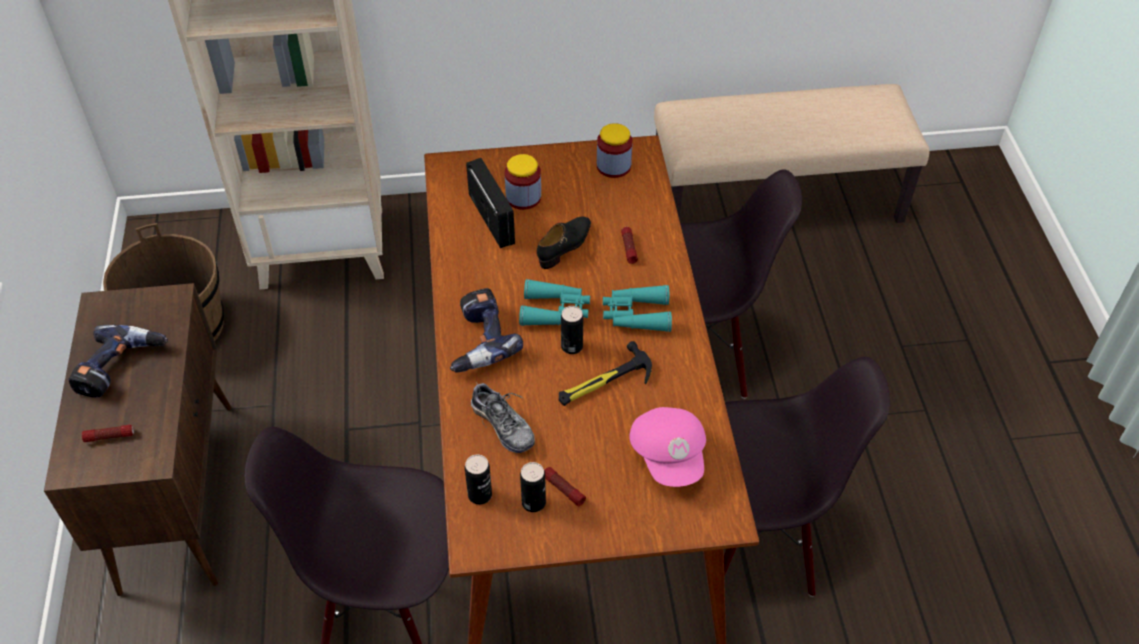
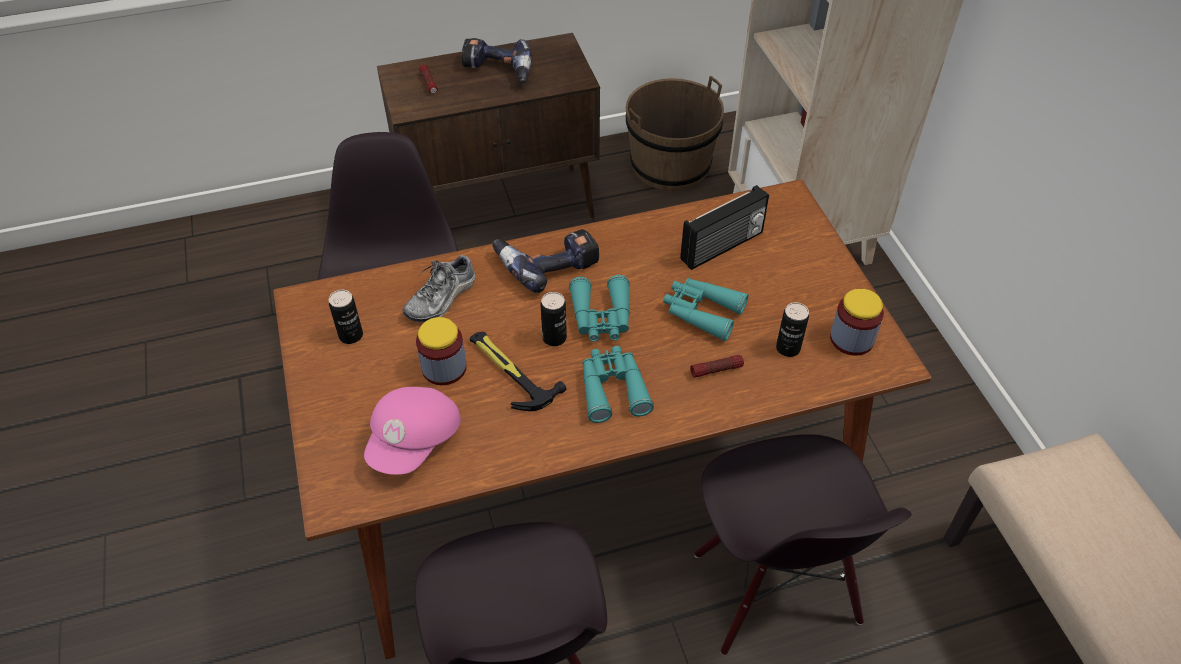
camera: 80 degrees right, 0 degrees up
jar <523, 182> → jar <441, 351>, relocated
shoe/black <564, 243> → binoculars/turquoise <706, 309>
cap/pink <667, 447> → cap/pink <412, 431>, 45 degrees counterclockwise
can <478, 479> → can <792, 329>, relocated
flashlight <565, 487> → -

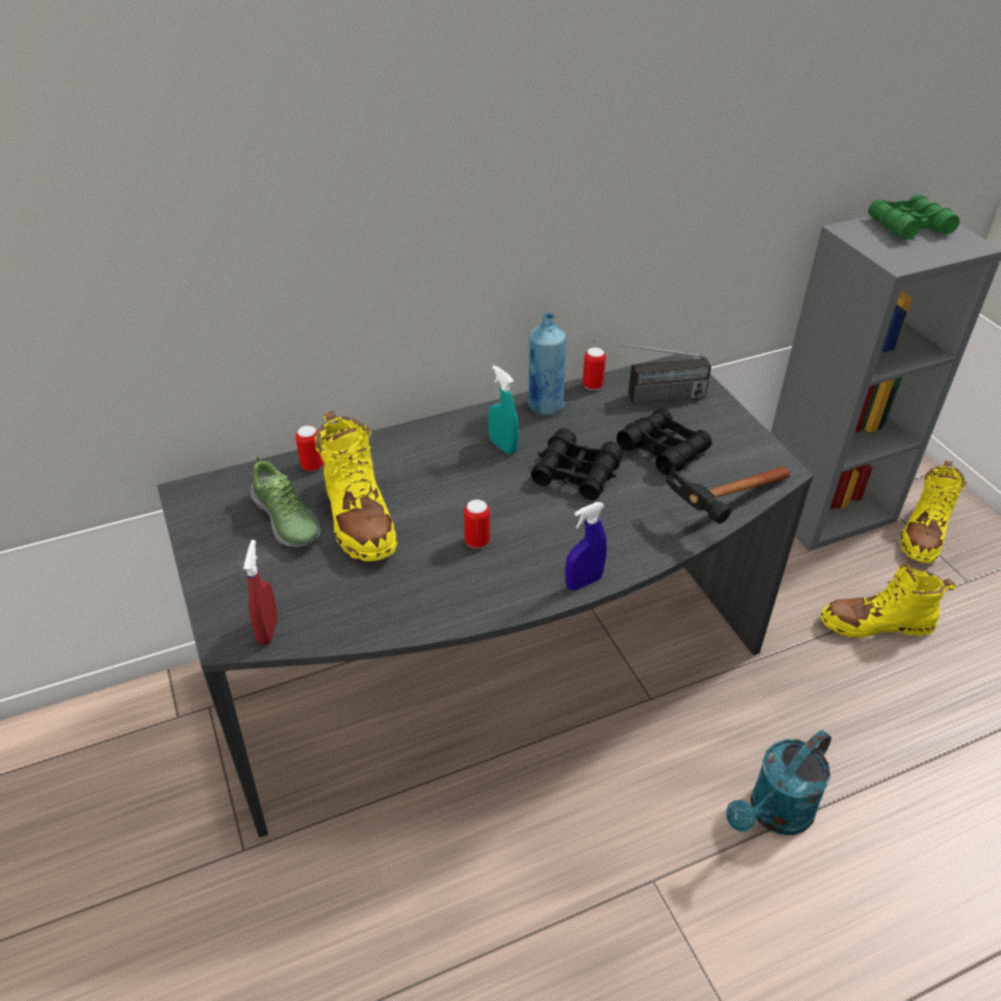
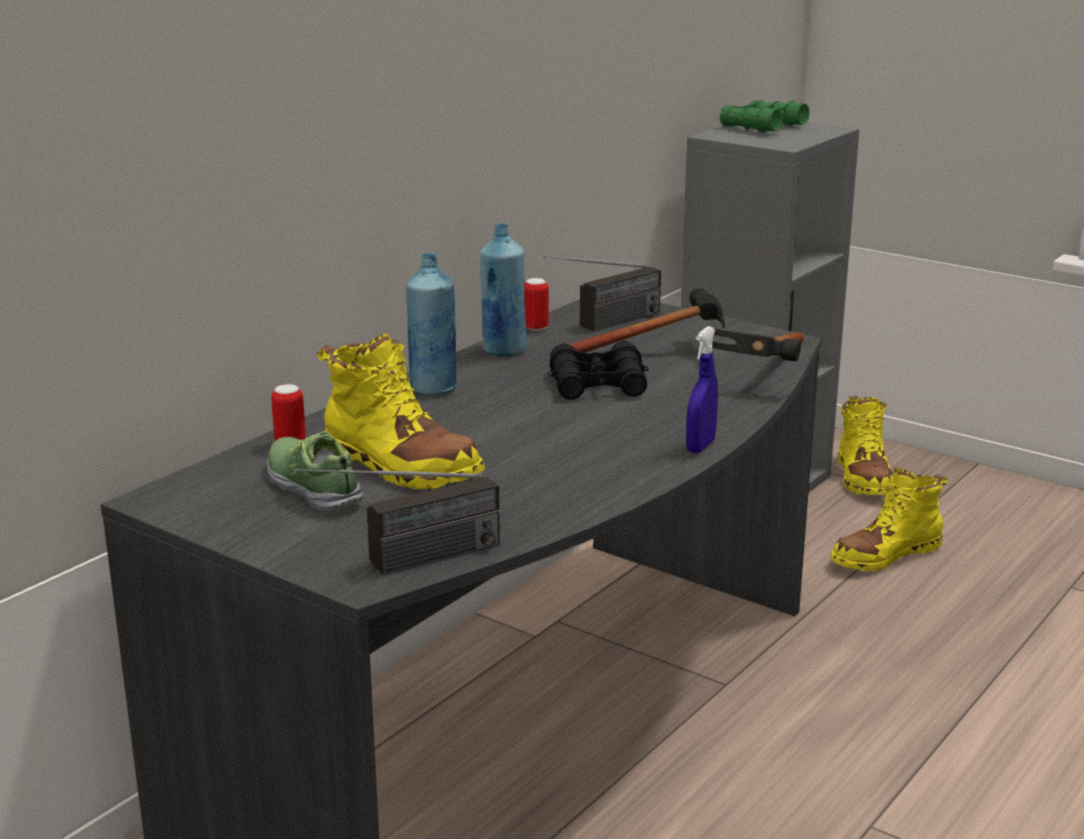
camera: 30 degrees left, 20 degrees down
spray bottle/turquoise <503, 409> → -
binoculars/black <664, 441> → hammer <647, 320>
shoe <285, 501> → shoe <315, 472>, 150 degrees counterclockwise
can <477, 523> → -
spray bottle/red <260, 592> → radio <397, 521>
watering can/turquoise <778, 782> → -
- → bottle/blue <431, 324>

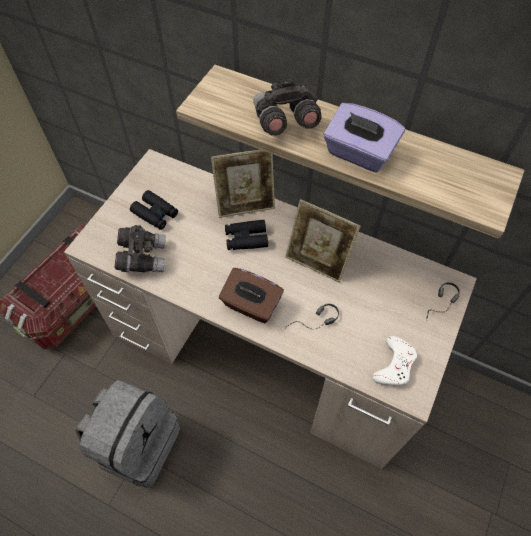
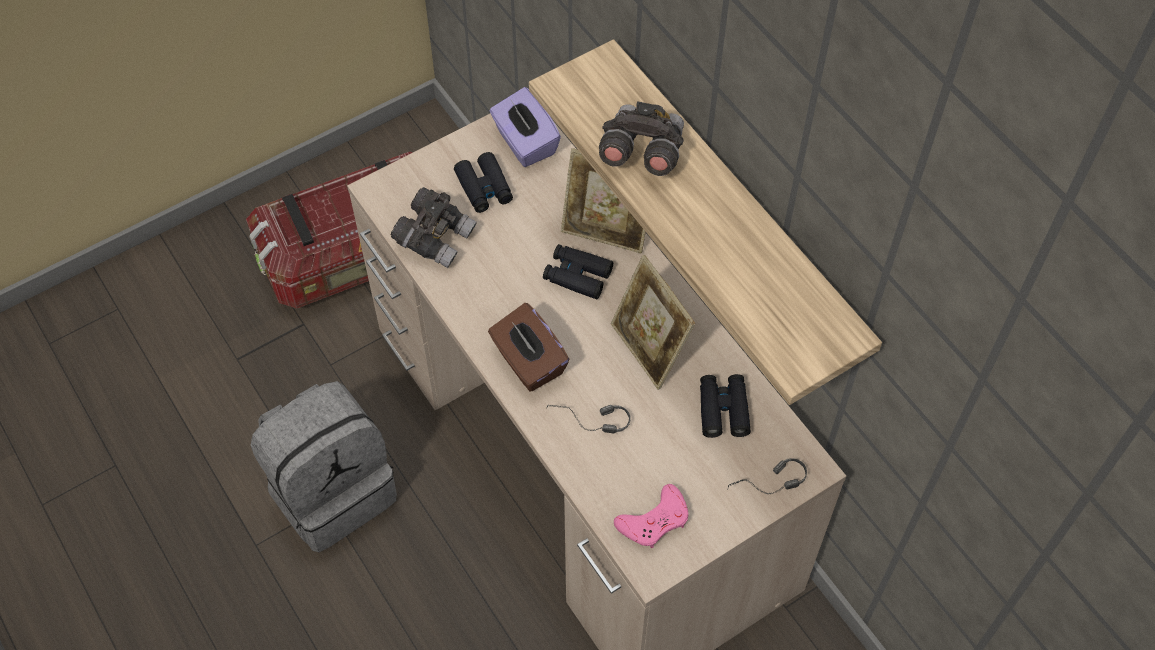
camera: 30 degrees right, 0 degrees up
tissue box/purple <364, 138> → tissue box/purple <525, 127>, relocated
game controller/white <394, 360> → game controller/pink <651, 516>
- → binoculars/black <725, 406>

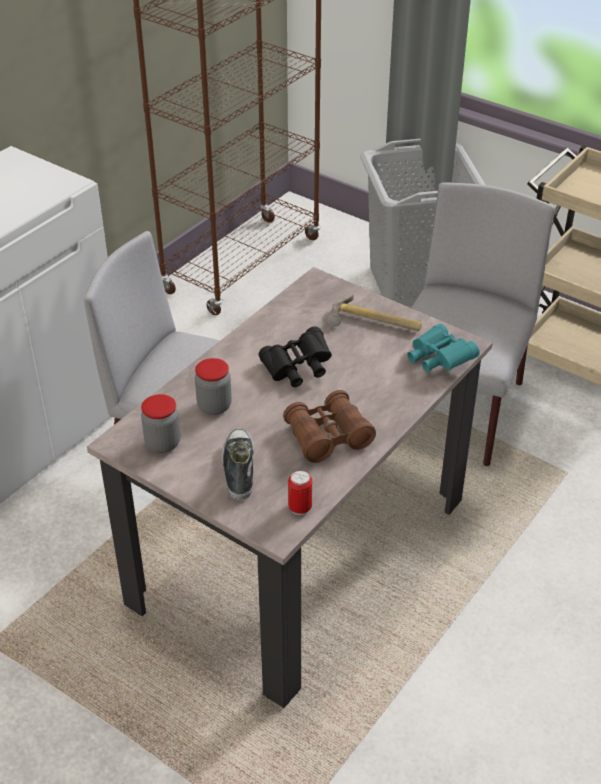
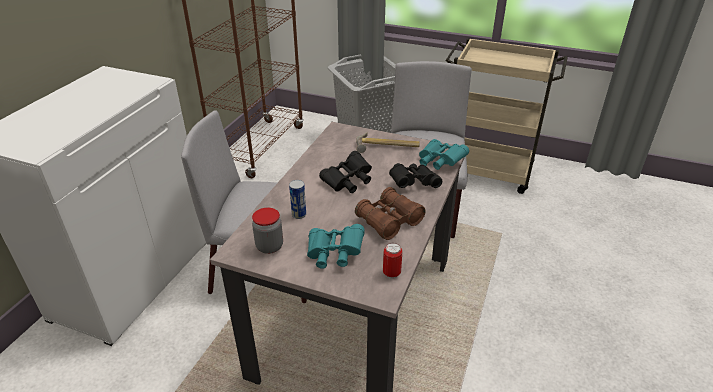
camera: 15 degrees left, 5 degrees down
jar <213, 386> → can <297, 199>
shoe <238, 464> → binoculars/turquoise <336, 246>
- → binoculars/black <415, 175>

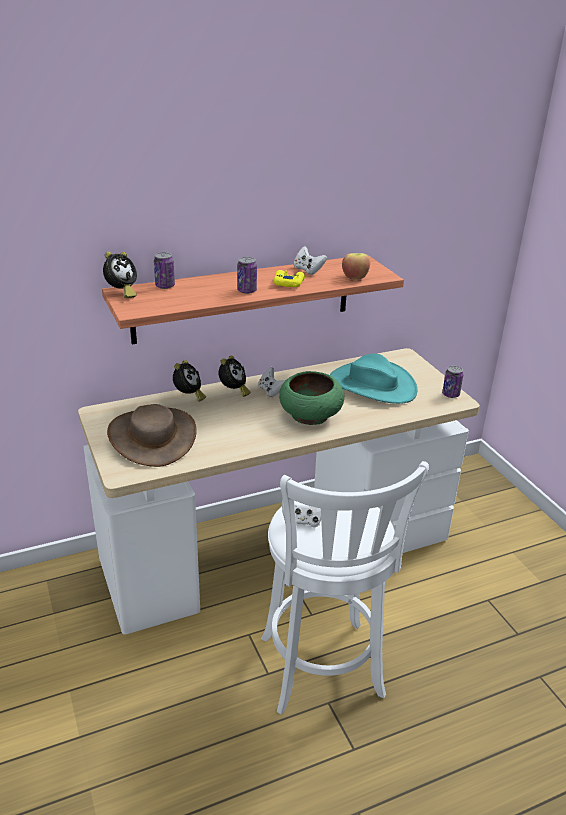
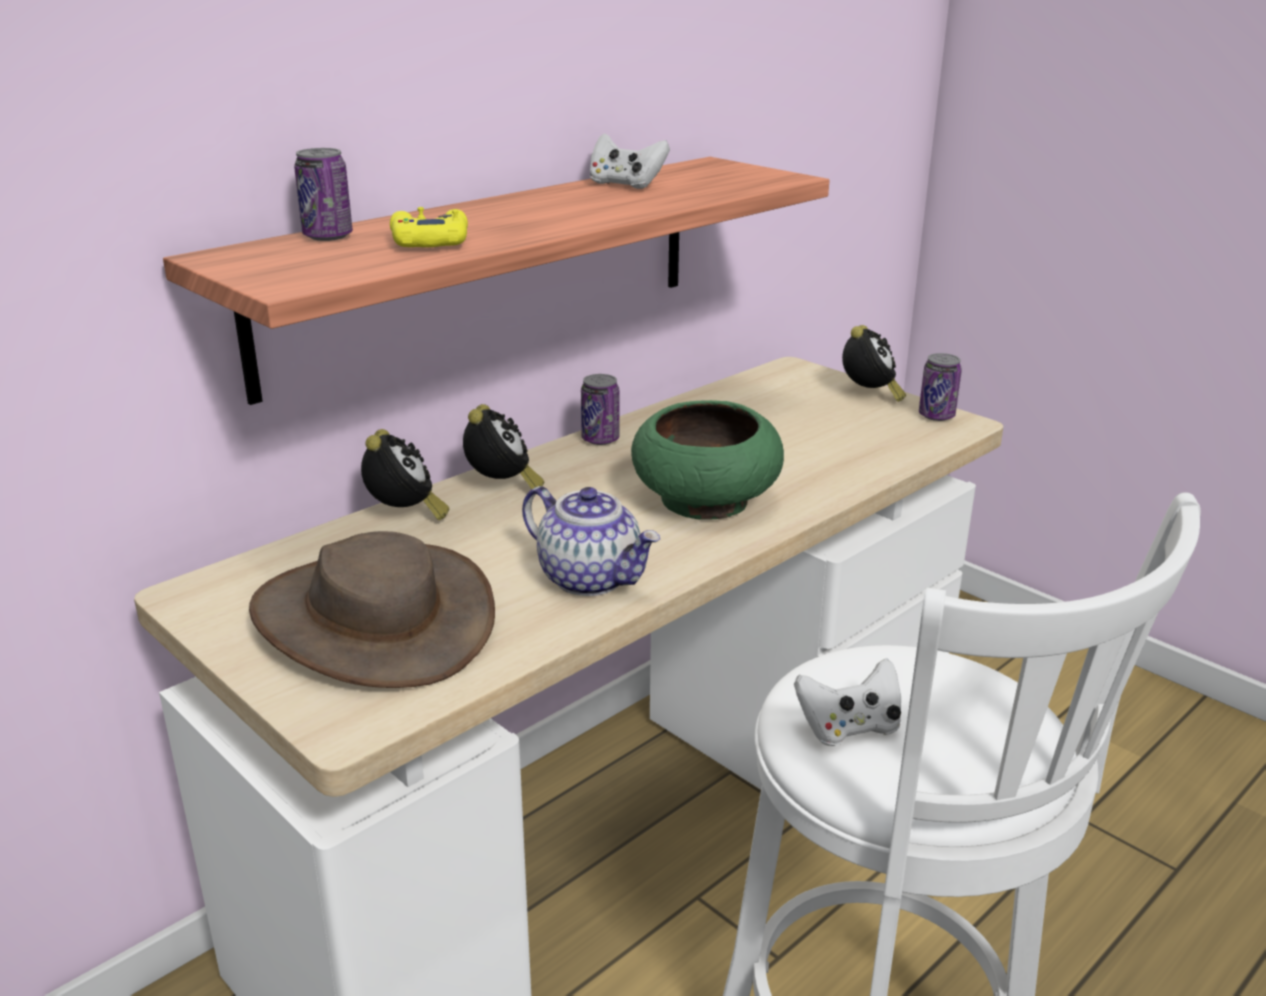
camera: 20 degrees left, 5 degrees down
alarm clock <120, 275> → alarm clock <874, 363>, relocated
apple <356, 266> → -
can <247, 275> → can <600, 409>, relocated
game controller/yellow <289, 278> → game controller/yellow <429, 227>, relocated
hat/turquoise <373, 379> → -
game controller/white <271, 382> → -
- → teapot <591, 541>

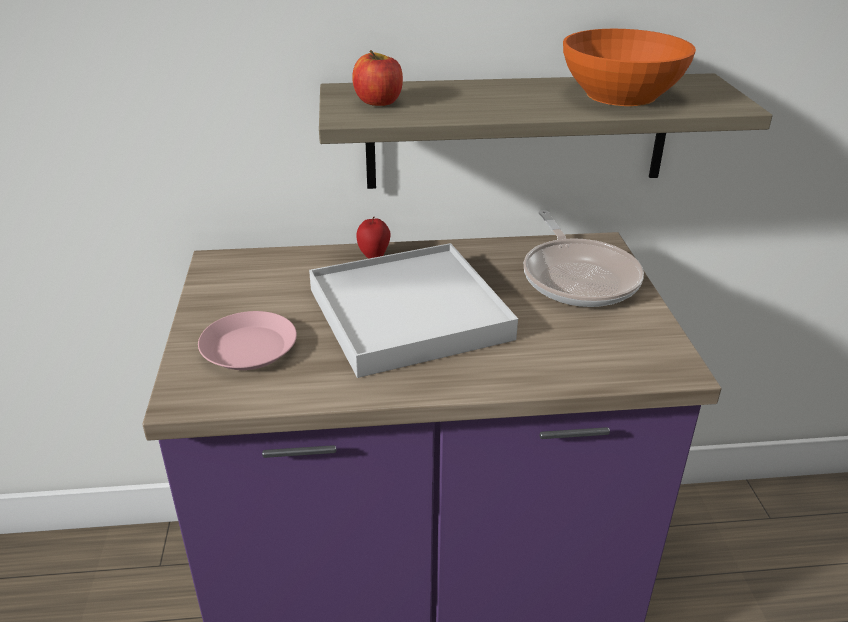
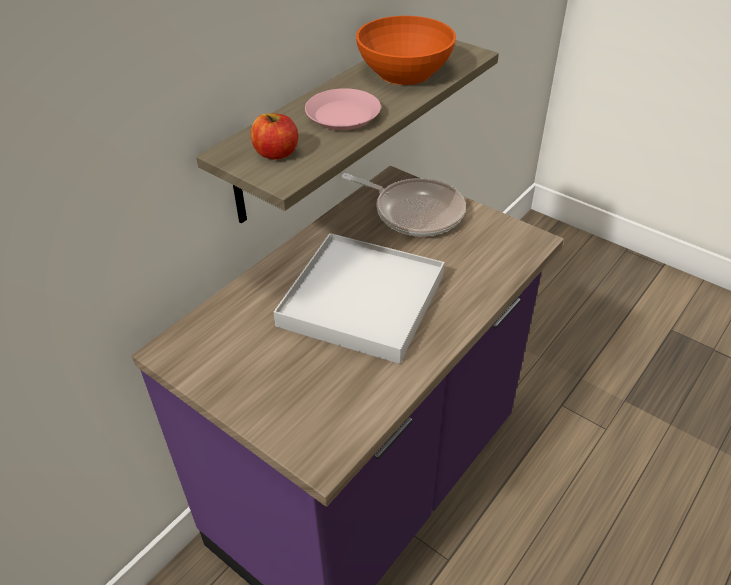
camera: 45 degrees left, 10 degrees up
apple <373, 238> → -
plate/pink <247, 340> → plate/pink <343, 109>, relocated

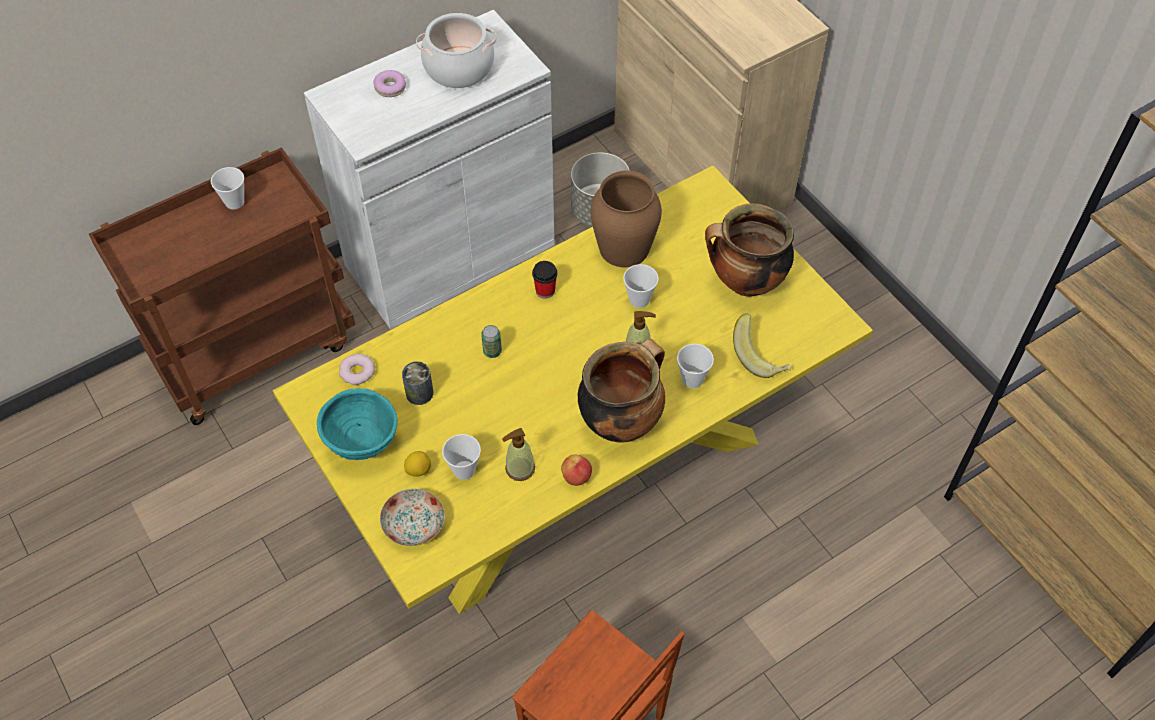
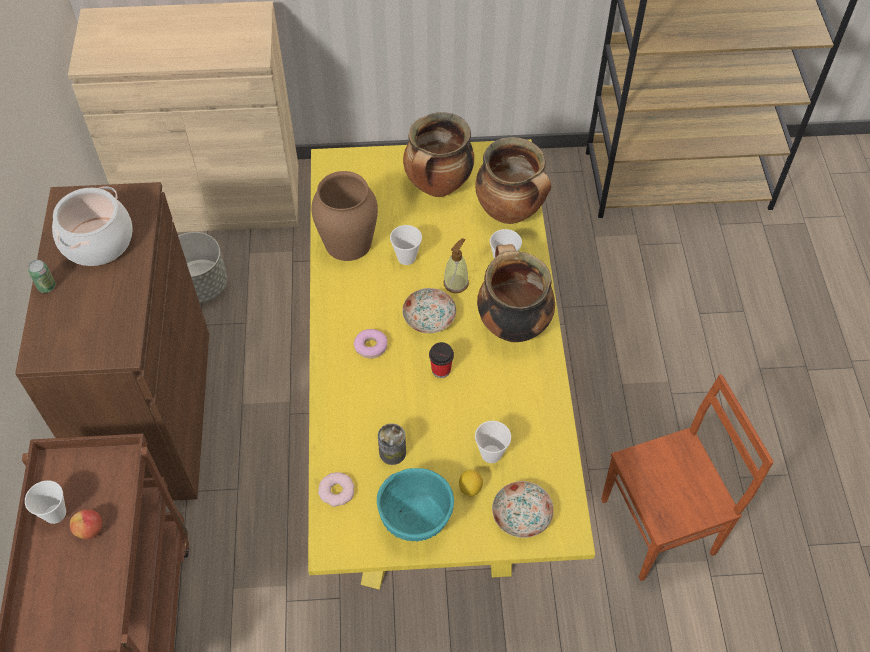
camera: 60 degrees left, 0 degrees up
cabinet/white <429, 169> → cabinet/brown <112, 341>
donut <389, 83> → donut <371, 344>, relocated
cup <544, 280> → cup <441, 360>, relocated
banana <762, 345> → cooking pot <513, 180>
can <491, 341> → can <42, 276>, relocated
soap dispenser <518, 454> → -
apple <576, 470> → apple <86, 524>, relocated
- → plate <429, 310>

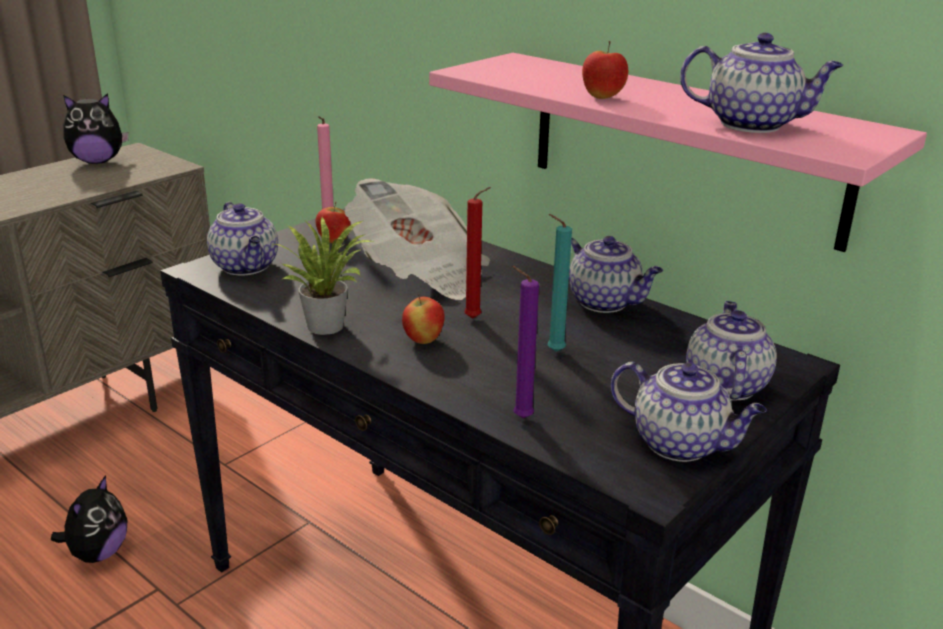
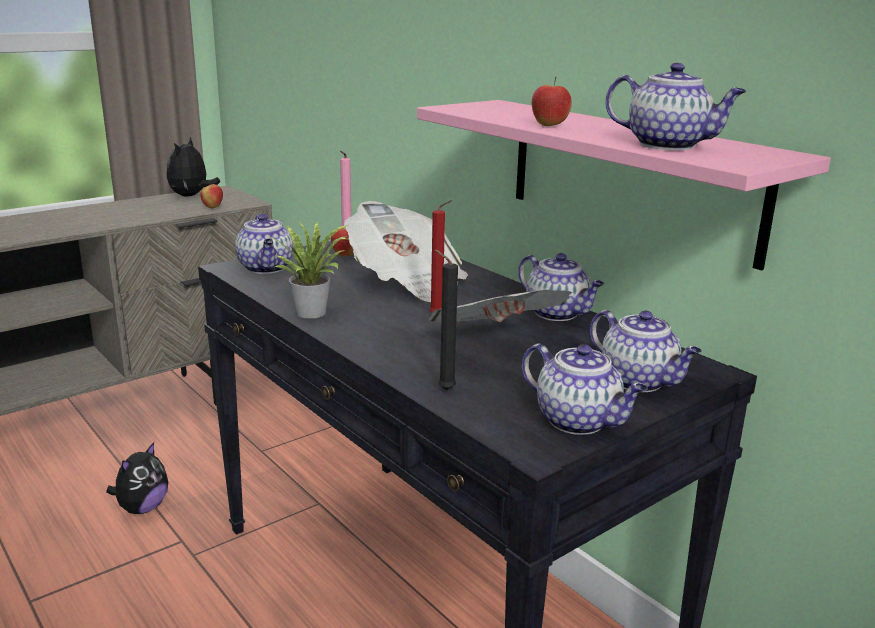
camera: 10 degrees right, 5 degrees down
plush toy <96, 128> → plush toy <193, 166>, 105 degrees clockwise
candle/turquoise <560, 283> → newspaper <500, 306>
candle/purple <525, 342> → candle/black <446, 319>
apple <423, 319> → apple <211, 194>, relocated
teapot <731, 351> → teapot <646, 351>, 120 degrees clockwise

